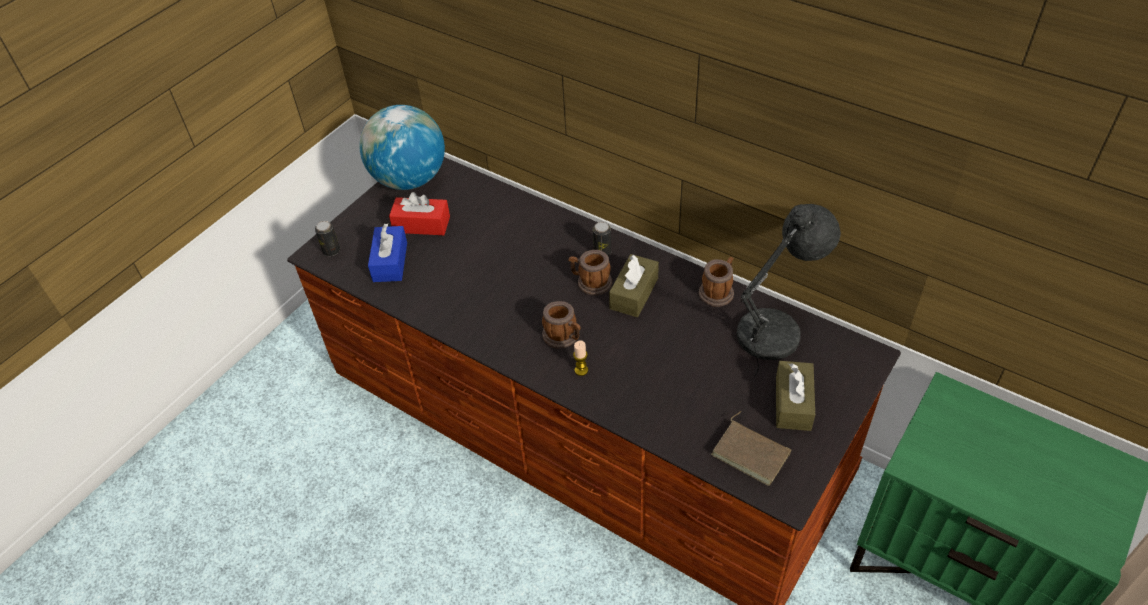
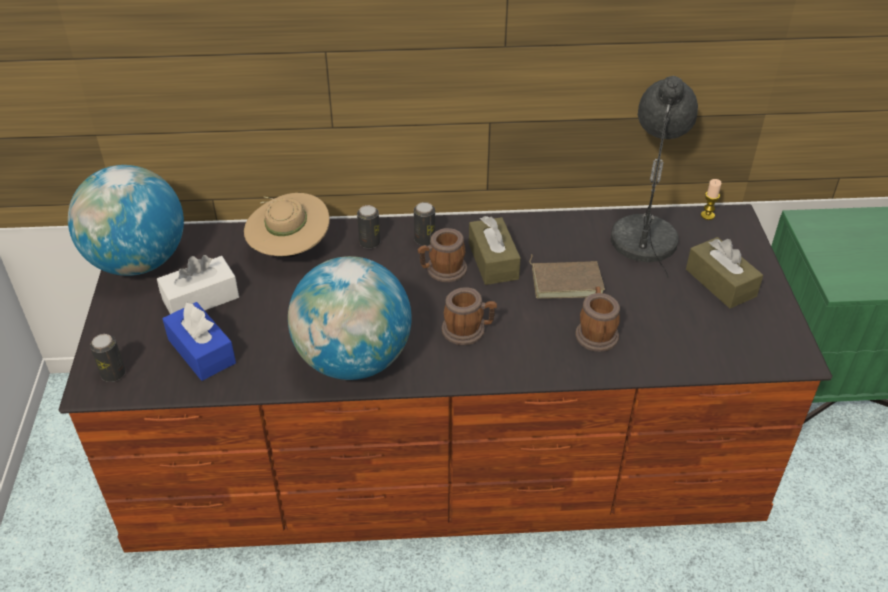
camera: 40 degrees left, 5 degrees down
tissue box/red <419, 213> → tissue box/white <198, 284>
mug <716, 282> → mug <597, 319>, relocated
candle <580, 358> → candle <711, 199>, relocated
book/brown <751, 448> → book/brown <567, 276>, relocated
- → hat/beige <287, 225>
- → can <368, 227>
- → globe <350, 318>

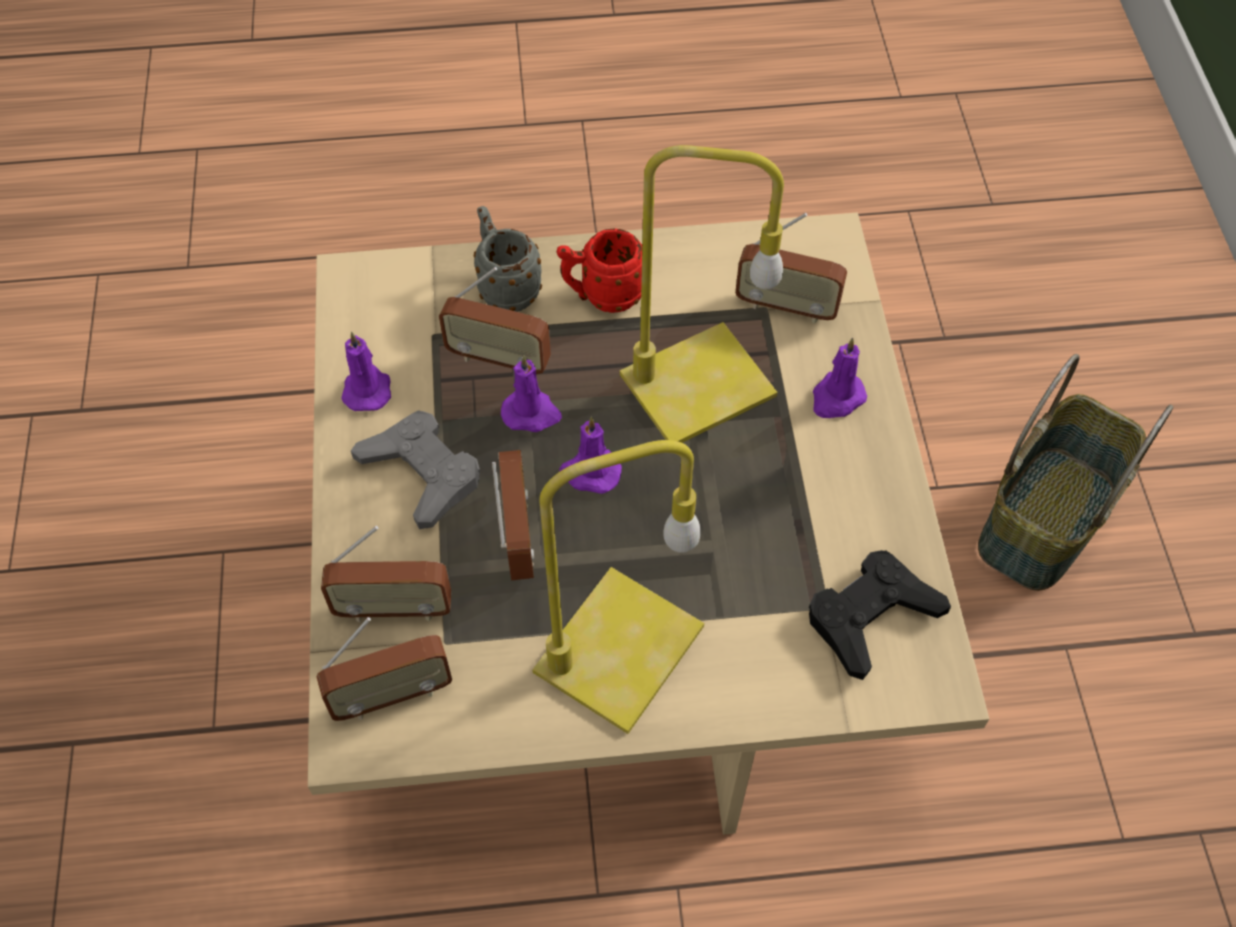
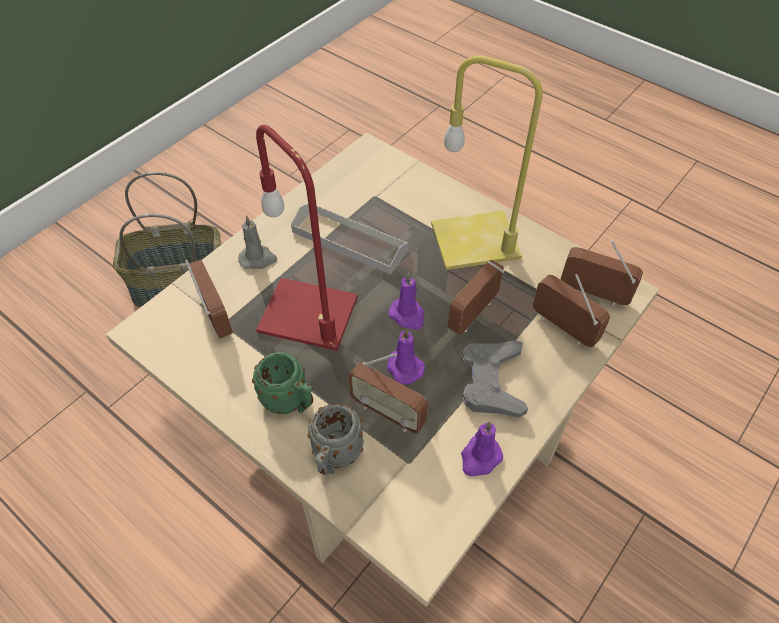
camera: 135 degrees left, 5 degrees down
table lamp/yellow <702, 294> → table lamp/red <307, 238>
mug/red <599, 271> → mug/green <282, 383>
radio <495, 320> → radio <388, 393>, 150 degrees clockwise
candle/purple <840, 378> → candle/grey <257, 242>
game controller/black <880, 615> → -
- → tray/grey <349, 238>

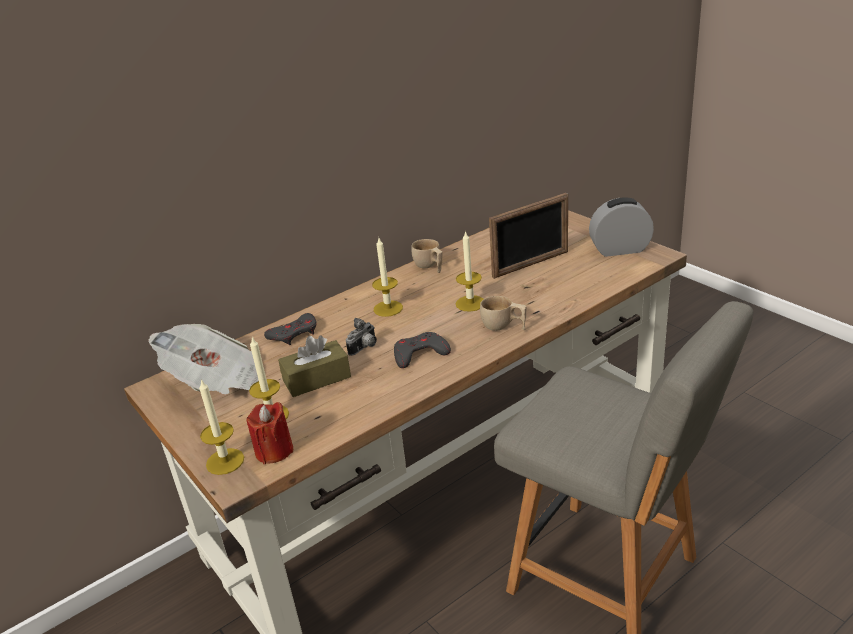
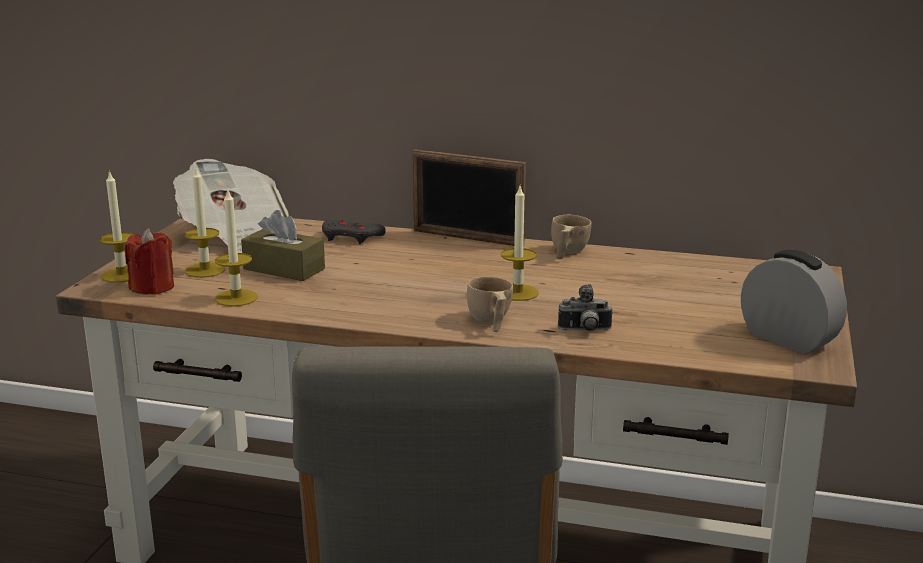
camera: 50 degrees right, 10 degrees down
picture frame <528, 236> → picture frame <469, 197>, relocated
candle <387, 277> → candle <236, 247>, relocated
photo camera <361, 337> → photo camera <585, 307>, relocated
game controller/grey <422, 350> → -

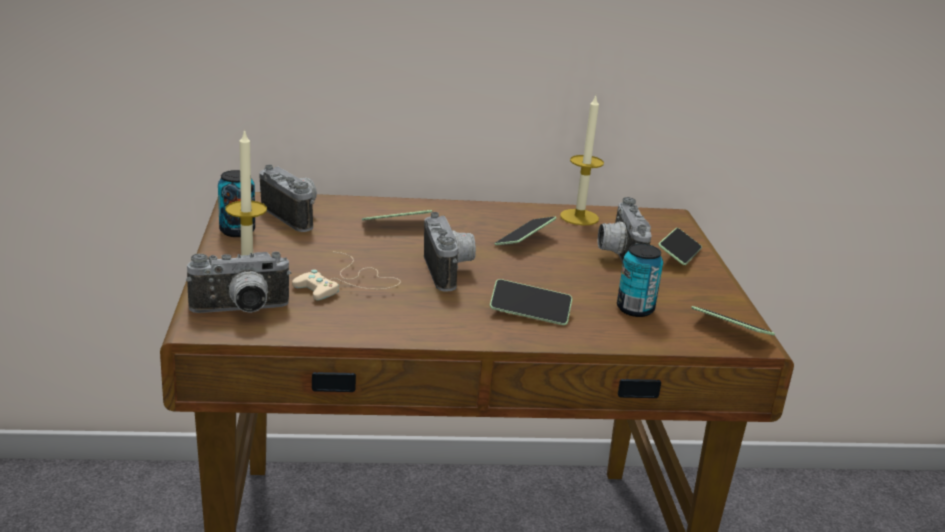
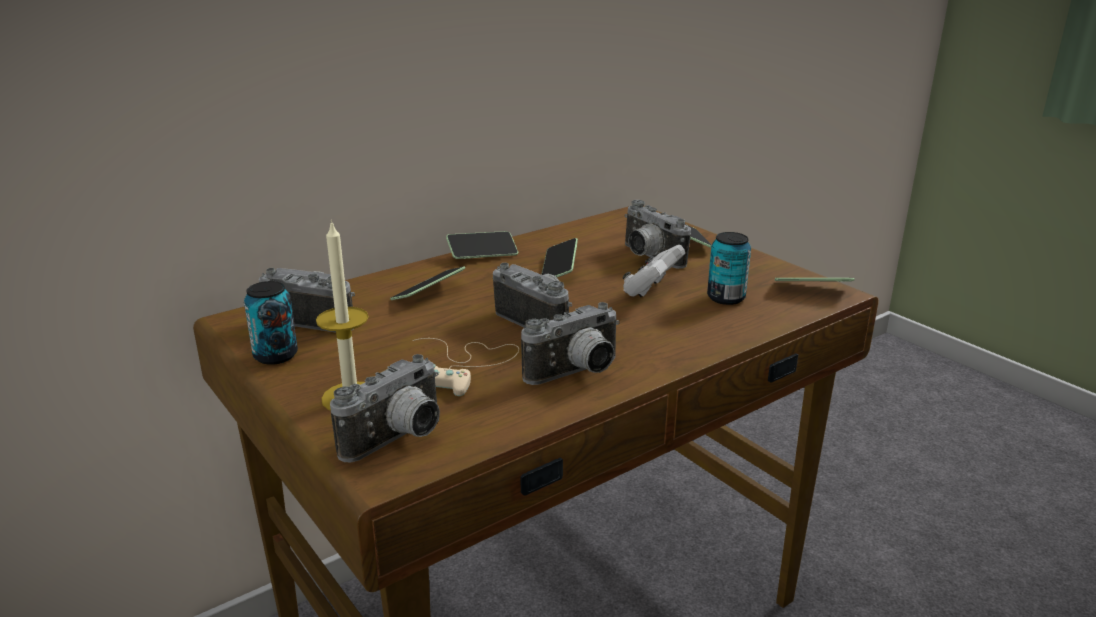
camera: 30 degrees left, 0 degrees up
candle <582, 160> → -
phone <531, 302> → phone <482, 245>, relocated
- → game controller/white <654, 271>
- → photo camera <570, 343>

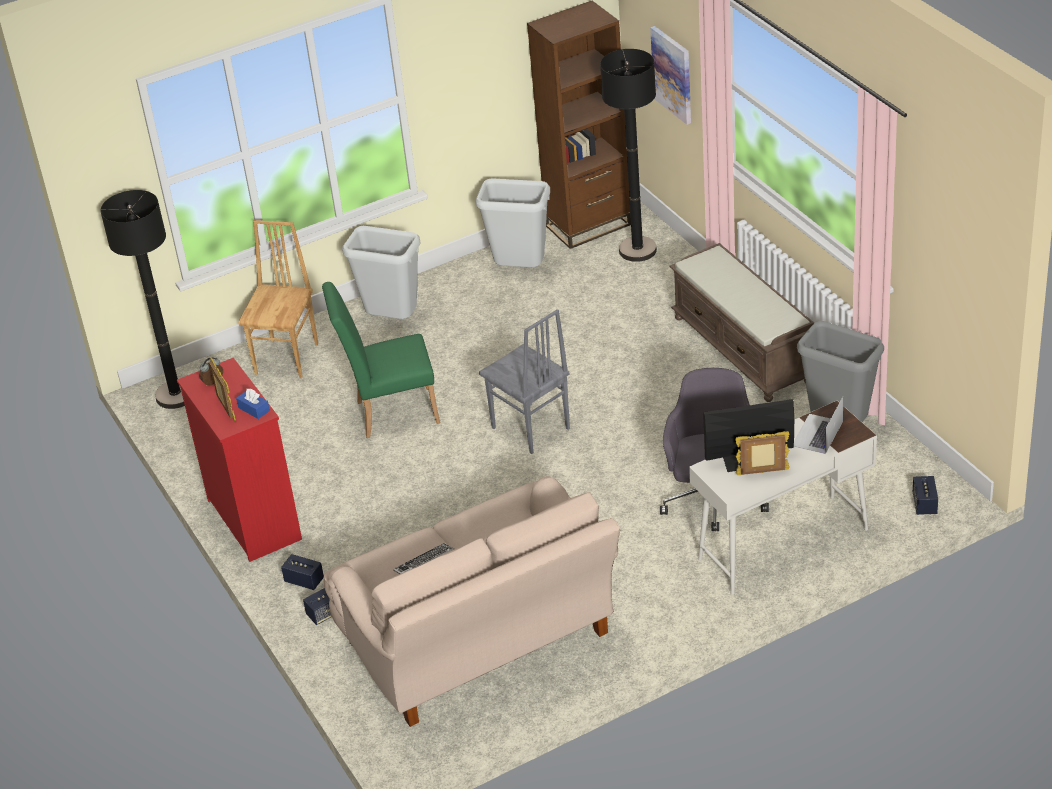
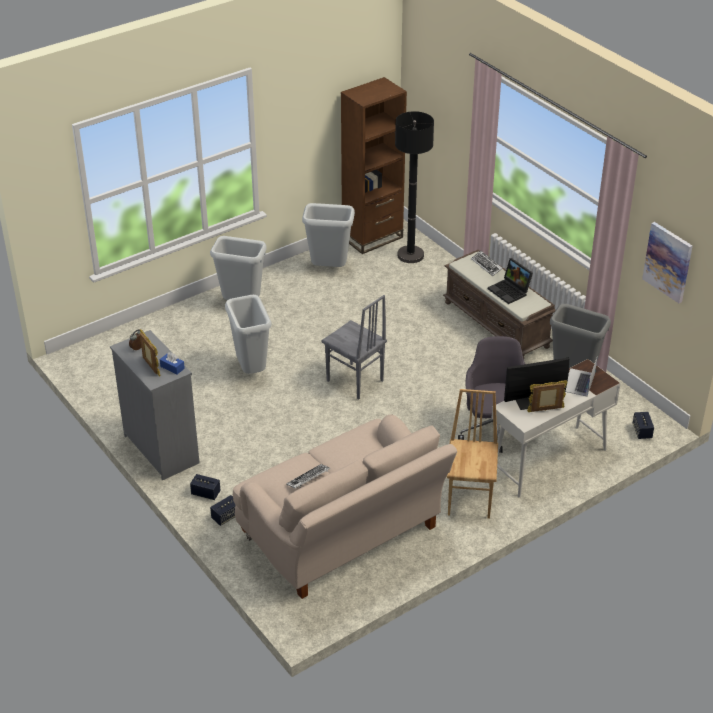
camera: 10 degrees left, 0 degrees up
picture <670, 75> → picture <667, 262>, relocated
floor lamp/black <142, 299> → -
chair/brown <278, 299> → chair/brown <472, 454>, relocated
chair/green <381, 360> → trash can/grey <248, 334>
dresser/red <239, 460> → dresser/grey <155, 405>
- → keyboard <487, 263>
- → laptop <510, 281>

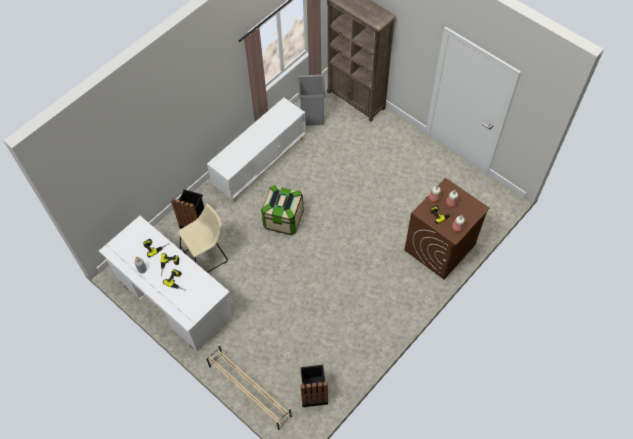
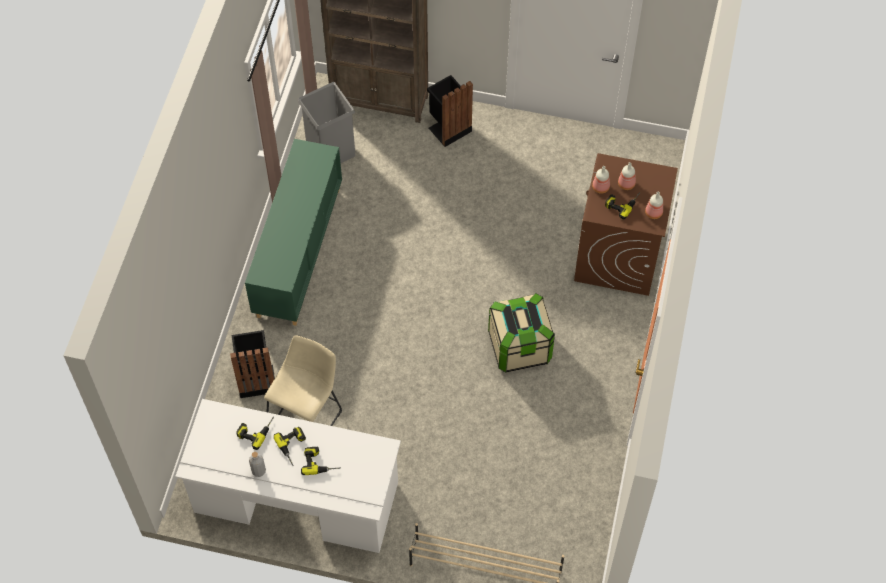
camera: 30 degrees left, 0 degrees up
cabinet/white <256, 150> → cabinet/green <293, 232>
storage box <282, 210> → storage box <521, 333>, relocated
trash can/black <314, 386> → trash can/black <450, 111>, relocated

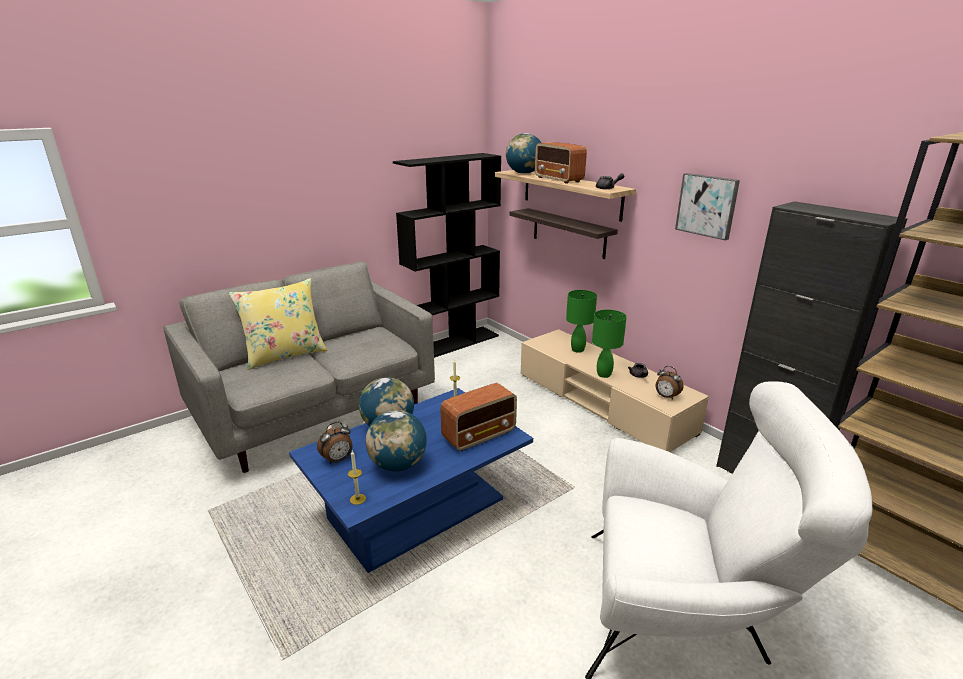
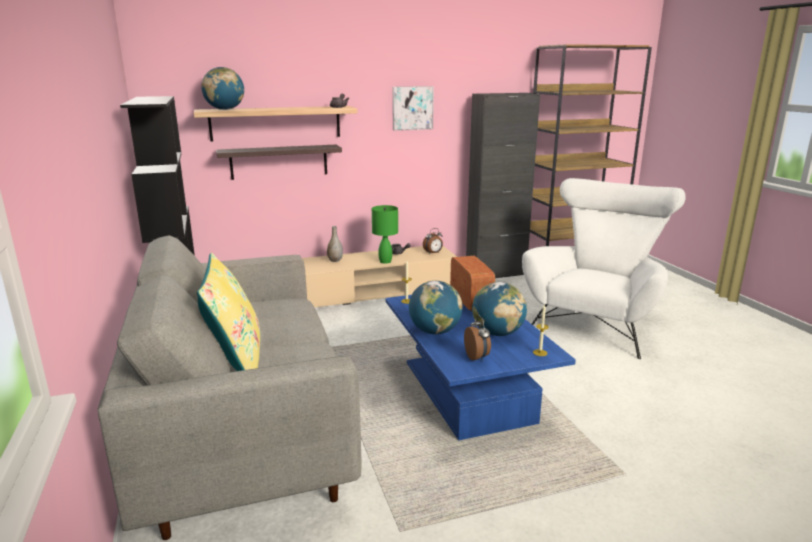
camera: 70 degrees left, 5 degrees down
radio <561, 163> → -
table lamp/green <581, 321> → vase/grey <335, 244>

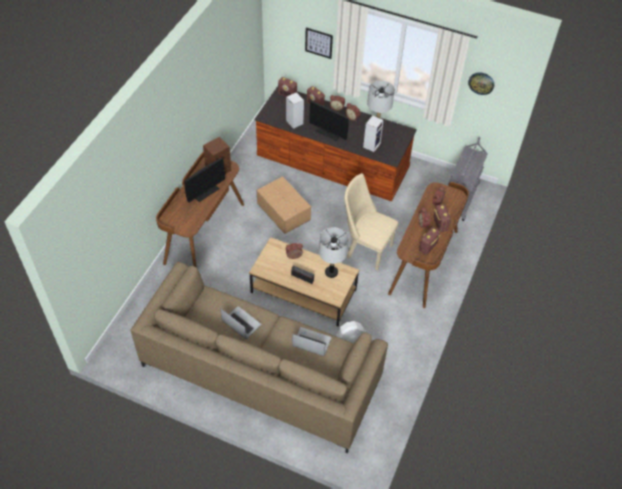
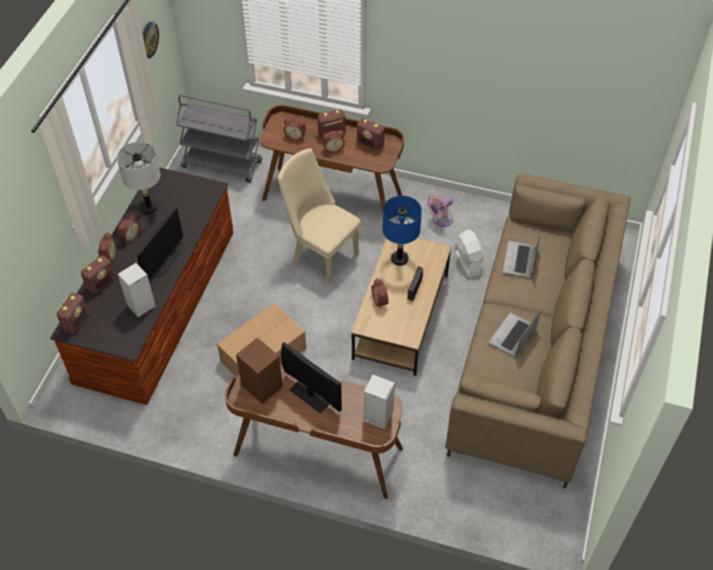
camera: 95 degrees left, 0 degrees up
picture <319, 43> → -
speaker <373, 133> → speaker <379, 401>, relocated
chair/beige <371, 222> → chair/beige <319, 216>, 105 degrees clockwise
table lamp/grey <334, 252> → table lamp/blue <402, 231>
- → fan/pink <440, 210>

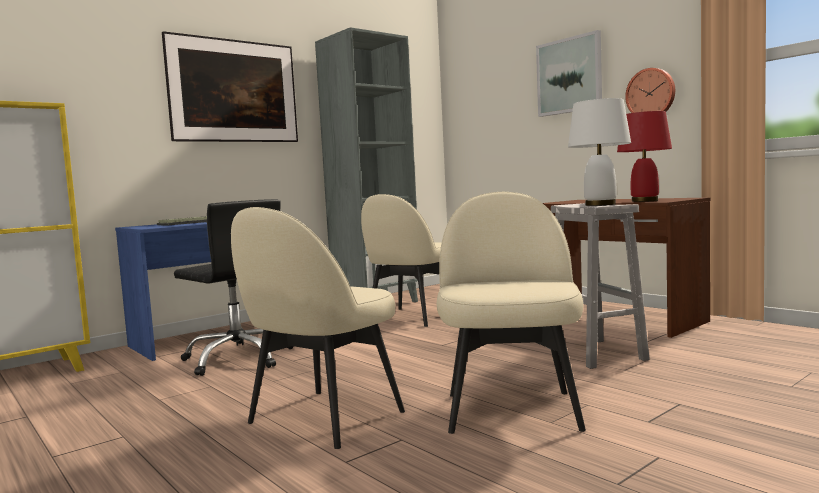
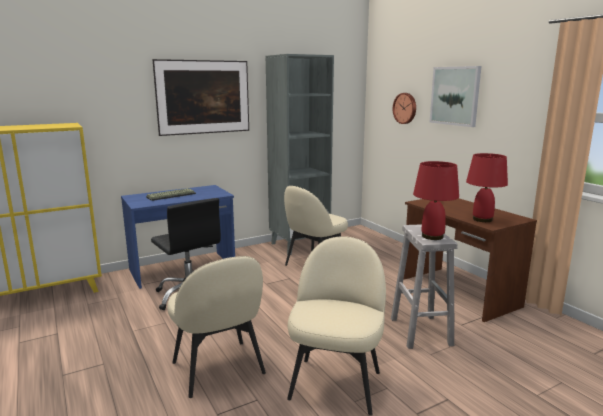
camera: 10 degrees right, 10 degrees up
wall clock <650, 90> → wall clock <404, 108>, relocated
table lamp/white <599, 152> → table lamp/red <436, 200>
chair/beige <318, 328> → chair/beige <216, 327>, 75 degrees counterclockwise

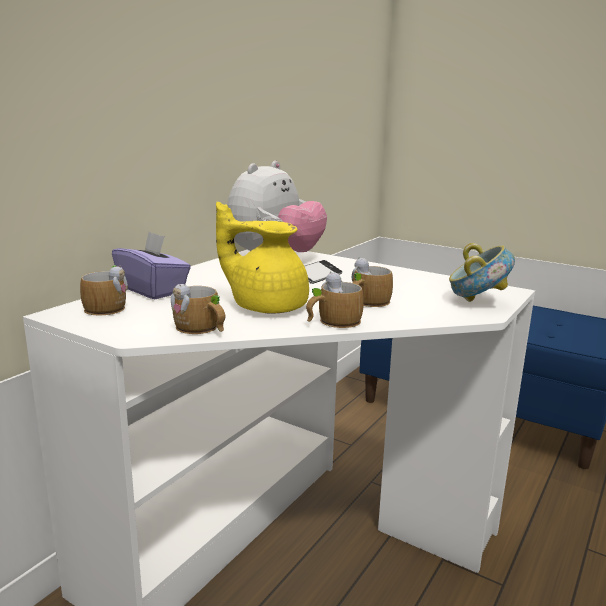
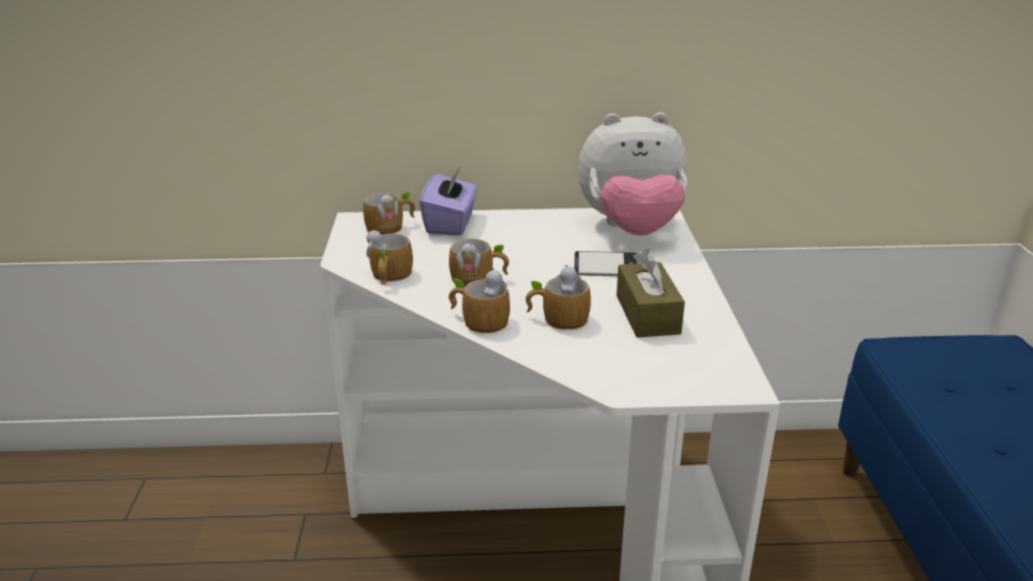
camera: 55 degrees right, 10 degrees up
teapot/yellow <262, 258> → mug <479, 263>
bowl <482, 272> → -
- → tissue box/brown <650, 293>

